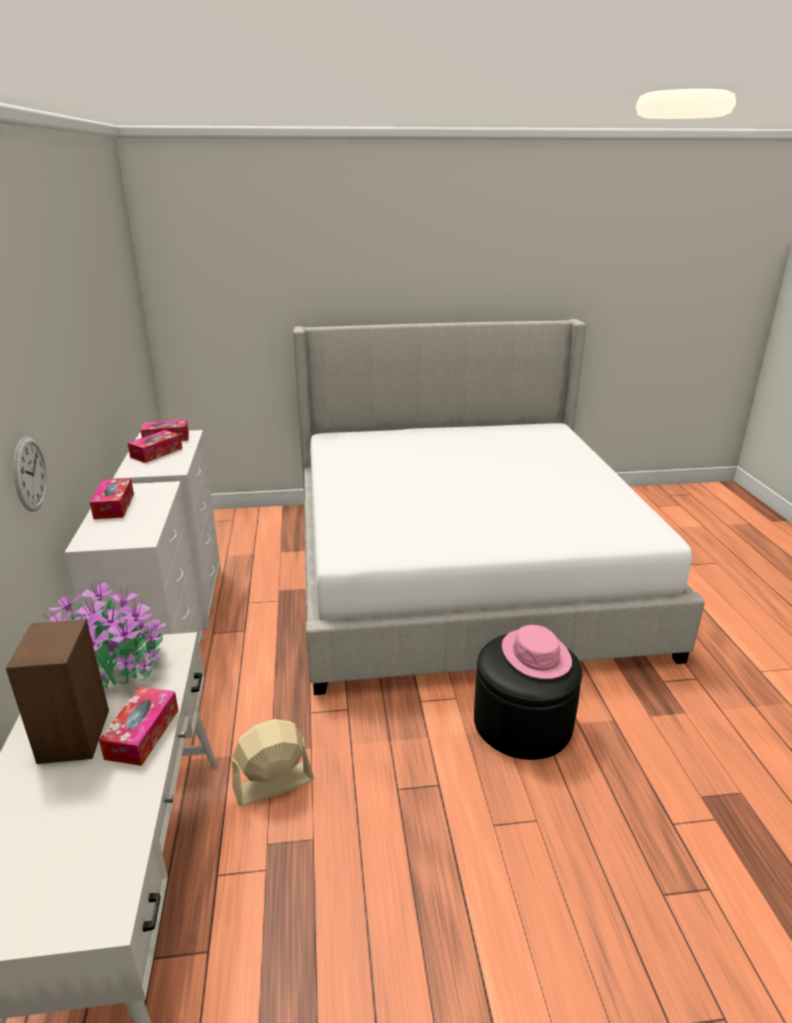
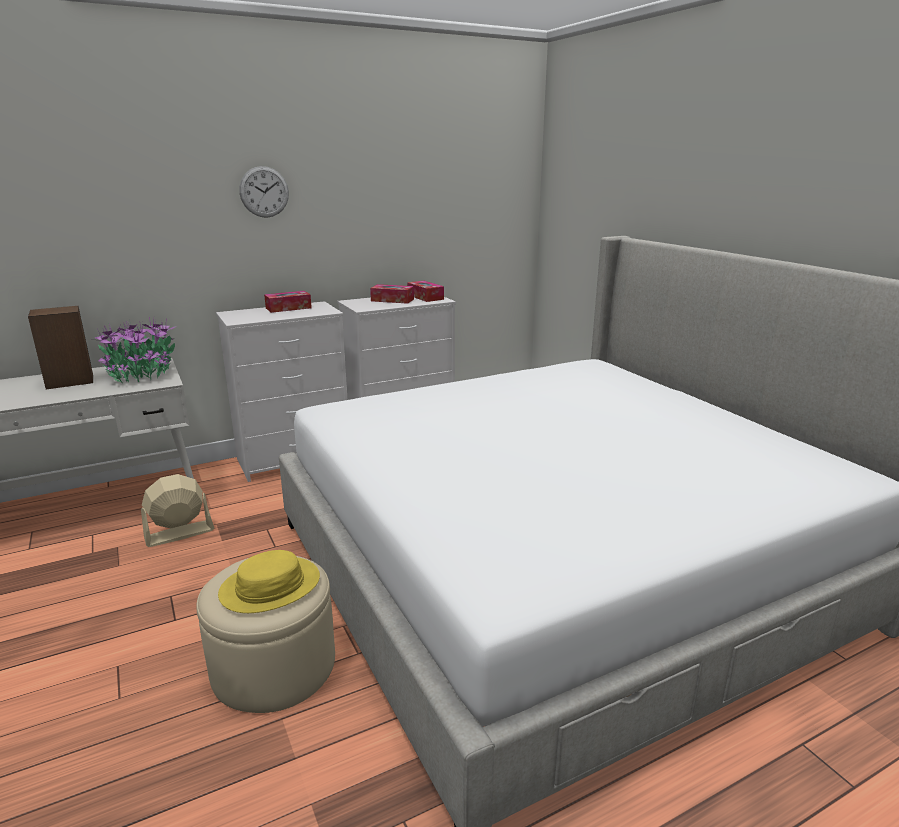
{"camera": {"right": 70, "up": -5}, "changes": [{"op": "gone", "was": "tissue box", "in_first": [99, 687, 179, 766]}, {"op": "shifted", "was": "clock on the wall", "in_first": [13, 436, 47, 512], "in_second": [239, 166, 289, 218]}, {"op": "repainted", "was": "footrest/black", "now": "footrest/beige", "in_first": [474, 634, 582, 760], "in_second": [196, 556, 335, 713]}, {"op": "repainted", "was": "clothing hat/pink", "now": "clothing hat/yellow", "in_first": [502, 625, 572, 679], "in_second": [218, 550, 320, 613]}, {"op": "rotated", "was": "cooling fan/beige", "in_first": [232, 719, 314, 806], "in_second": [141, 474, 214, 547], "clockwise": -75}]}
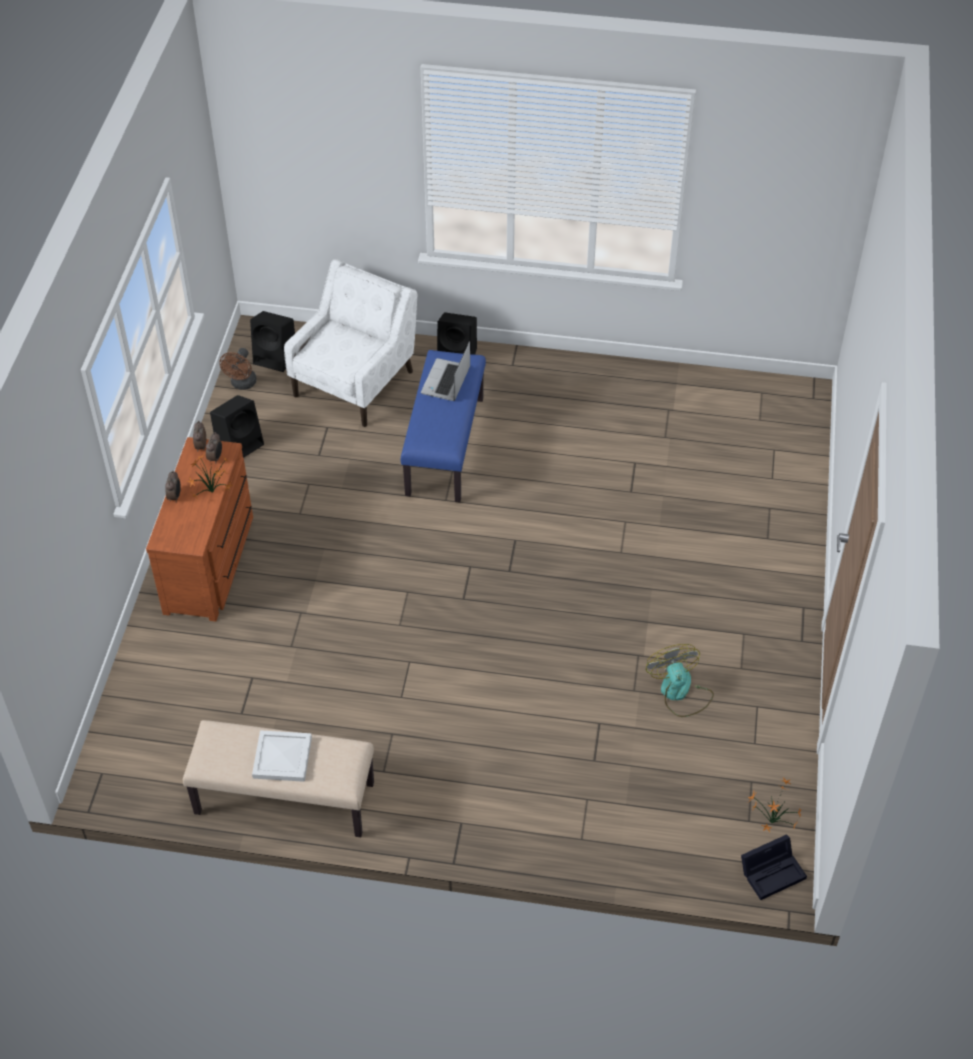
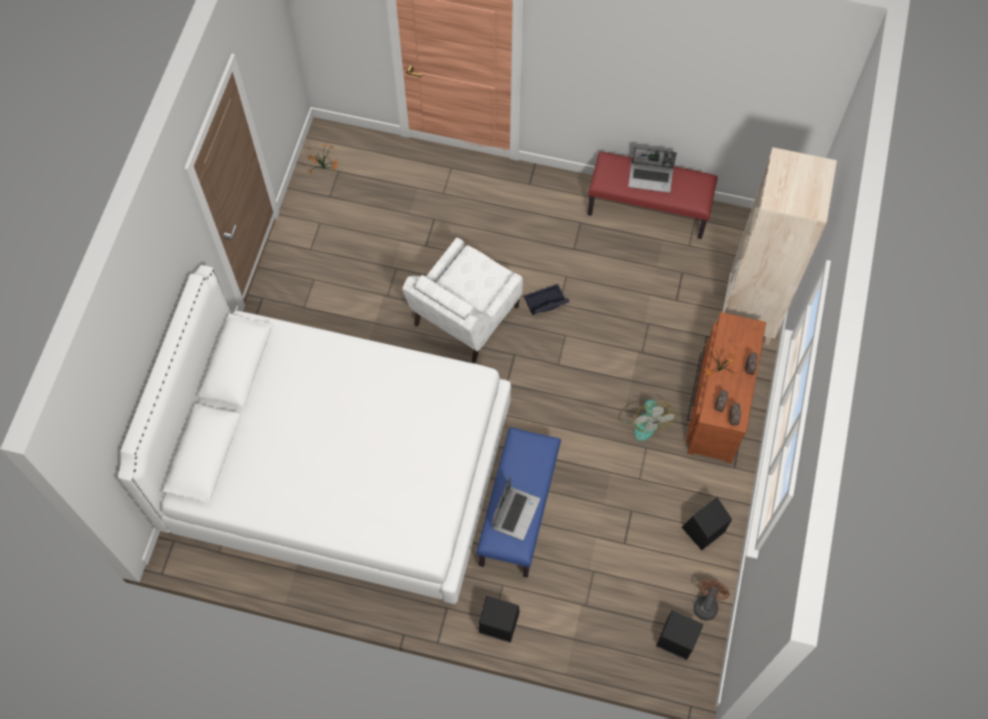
{"camera": {"right": -175, "up": 15}, "changes": [{"op": "new", "now": "sleeping bed/white", "in_second": [118, 265, 511, 604]}, {"op": "new", "now": "bookcase/beige", "in_second": [723, 147, 837, 345]}, {"op": "shifted", "was": "easy chair/white", "in_first": [284, 259, 417, 427], "in_second": [402, 237, 523, 363]}, {"op": "shifted", "was": "cooling fan", "in_first": [646, 644, 714, 717], "in_second": [618, 399, 676, 441]}, {"op": "shifted", "was": "storage box/black", "in_first": [741, 834, 807, 900], "in_second": [524, 284, 569, 315]}, {"op": "swapped", "was": "serving tray/white", "now": "notebook computer", "in_first": [252, 730, 312, 782], "in_second": [628, 147, 677, 193]}, {"op": "repainted", "was": "bench/beige", "now": "bench/red-coloured", "in_first": [183, 720, 374, 837], "in_second": [587, 152, 718, 239]}]}
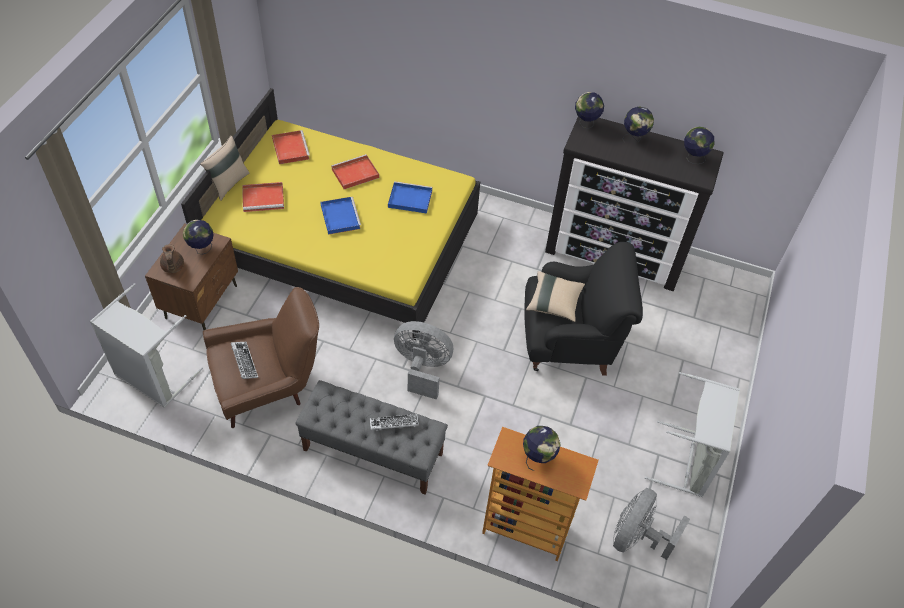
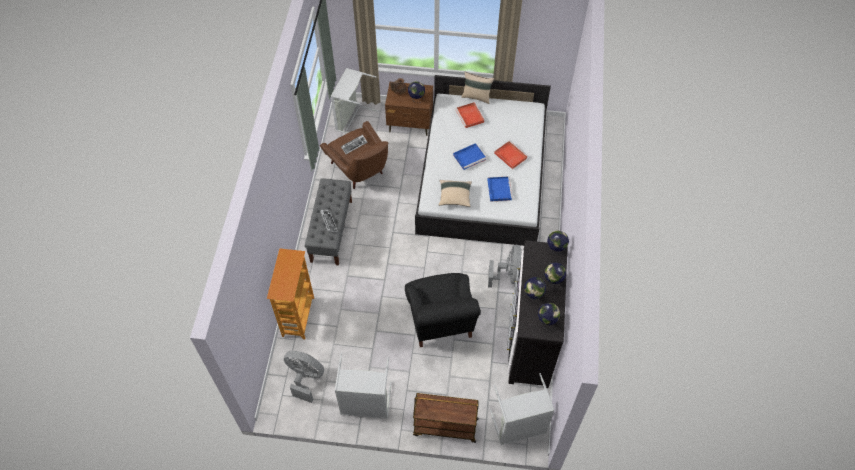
{"camera": {"right": 80, "up": 5}, "changes": [{"op": "gone", "was": "serving tray/red-coloured", "in_first": [272, 130, 310, 164]}, {"op": "new", "now": "wheeled cart/brownish", "in_second": [413, 393, 479, 443]}, {"op": "new", "now": "hamper/greyish", "in_second": [490, 373, 555, 445]}, {"op": "shifted", "was": "cooling fan/greyish", "in_first": [394, 321, 453, 400], "in_second": [488, 245, 522, 288]}, {"op": "shifted", "was": "world globe", "in_first": [523, 426, 561, 471], "in_second": [524, 277, 546, 300]}, {"op": "shifted", "was": "throw pillow/beige", "in_first": [526, 271, 585, 322], "in_second": [439, 180, 472, 207]}, {"op": "repainted", "was": "sleeping bed/yellow", "now": "sleeping bed/white", "in_first": [181, 88, 480, 340], "in_second": [415, 75, 551, 246]}]}
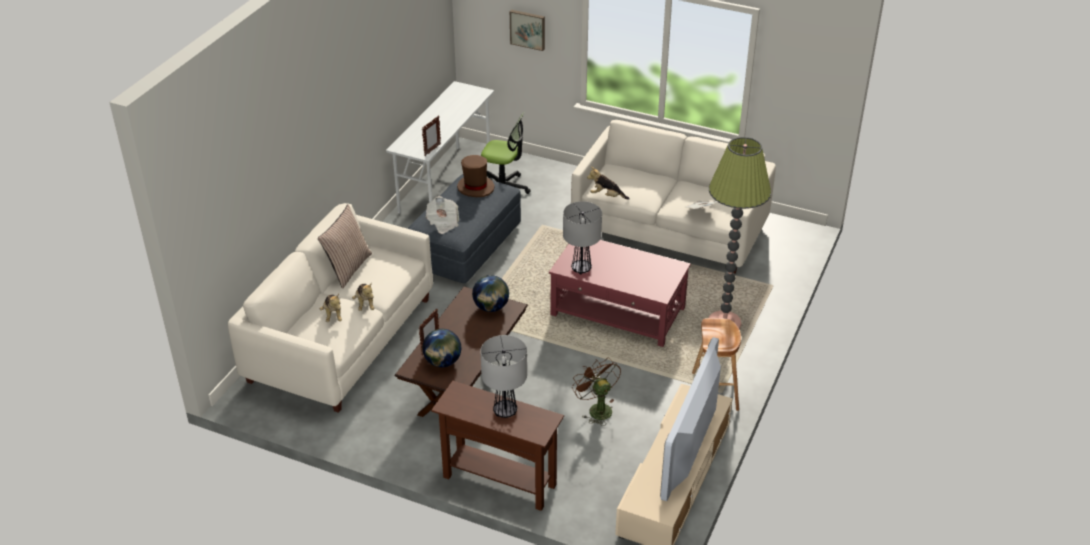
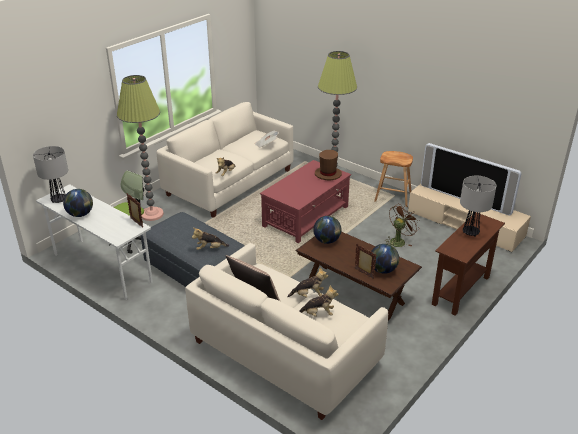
{"camera": {"right": -75, "up": -5}, "changes": [{"op": "gone", "was": "wall art", "in_first": [510, 10, 545, 51]}, {"op": "new", "now": "world globe", "in_second": [63, 189, 93, 217]}, {"op": "new", "now": "standing lamp", "in_second": [117, 75, 164, 221]}, {"op": "shifted", "was": "clothing hat/brownish", "in_first": [457, 155, 495, 197], "in_second": [315, 150, 342, 180]}, {"op": "shifted", "was": "tabletop lamp", "in_first": [563, 201, 602, 274], "in_second": [33, 146, 68, 203]}, {"op": "swapped", "was": "daily paper", "now": "plush toy", "in_first": [426, 196, 459, 234], "in_second": [192, 228, 229, 250]}, {"op": "rotated", "was": "cooling fan/brownish", "in_first": [572, 357, 621, 426], "in_second": [385, 205, 420, 247], "clockwise": 150}]}
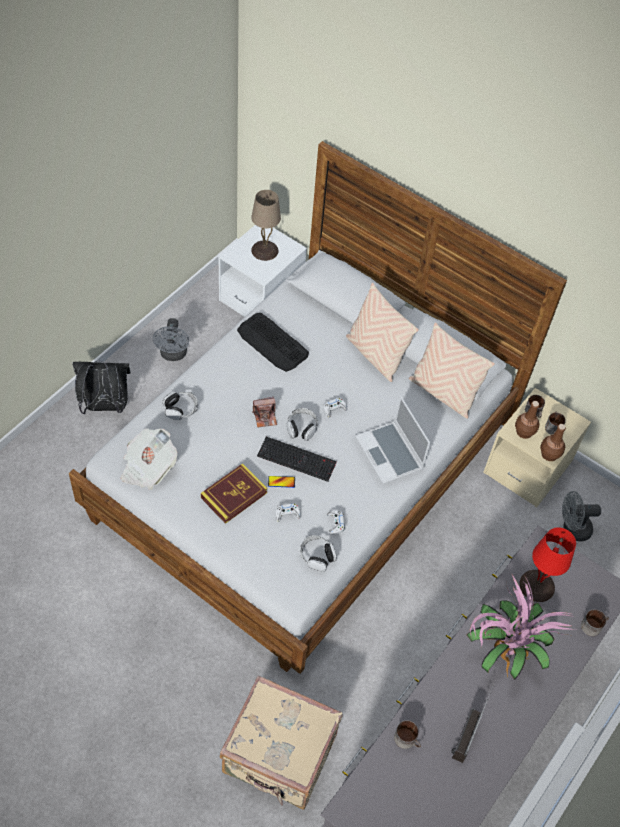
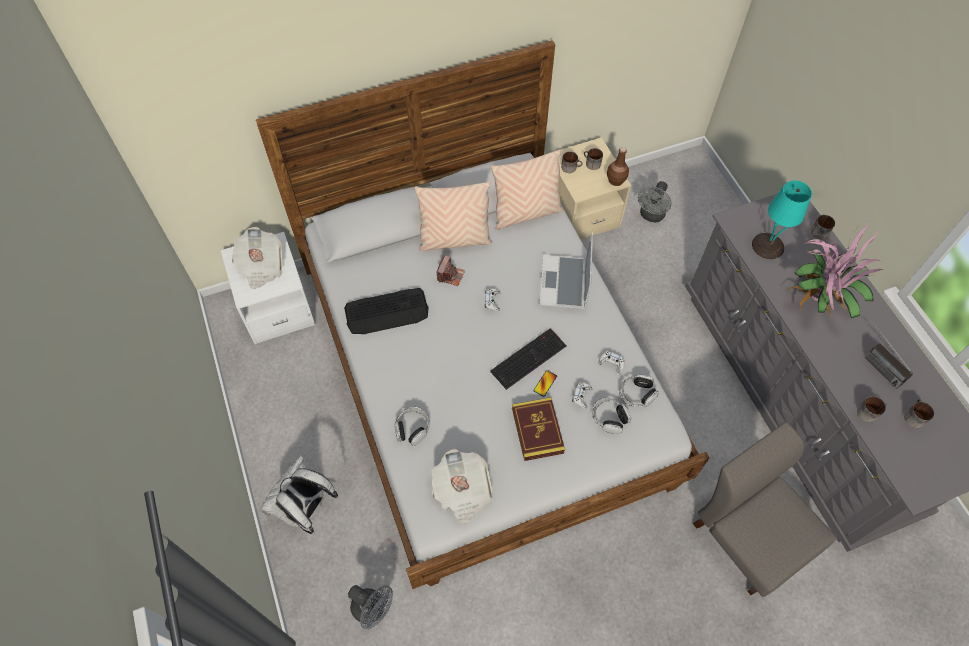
{"camera": {"right": -55, "up": 5}, "changes": [{"op": "gone", "was": "drink bottle/brownish", "in_first": [515, 401, 540, 439]}, {"op": "new", "now": "coffee mug", "in_second": [904, 399, 934, 428]}, {"op": "shifted", "was": "cooling fan/greyish", "in_first": [153, 318, 189, 361], "in_second": [348, 585, 393, 629]}, {"op": "shifted", "was": "still camera", "in_first": [252, 397, 277, 428], "in_second": [437, 255, 465, 286]}, {"op": "shifted", "was": "headphones", "in_first": [287, 408, 318, 441], "in_second": [592, 397, 631, 434]}, {"op": "swapped", "was": "piece of luggage/beige", "now": "chair/greyish", "in_first": [220, 675, 343, 810], "in_second": [693, 422, 837, 597]}, {"op": "swapped", "was": "tabletop lamp/beige", "now": "daily paper", "in_first": [251, 190, 281, 261], "in_second": [232, 227, 283, 289]}, {"op": "repainted", "was": "knapsack/black", "now": "knapsack/white", "in_first": [72, 360, 131, 414], "in_second": [261, 456, 338, 534]}, {"op": "repainted", "was": "tabletop lamp/red-coloured", "now": "tabletop lamp/turquoise", "in_first": [520, 527, 576, 602], "in_second": [752, 180, 812, 259]}, {"op": "rotated", "was": "notebook computer", "in_first": [355, 396, 430, 484], "in_second": [539, 232, 593, 310], "clockwise": 90}]}
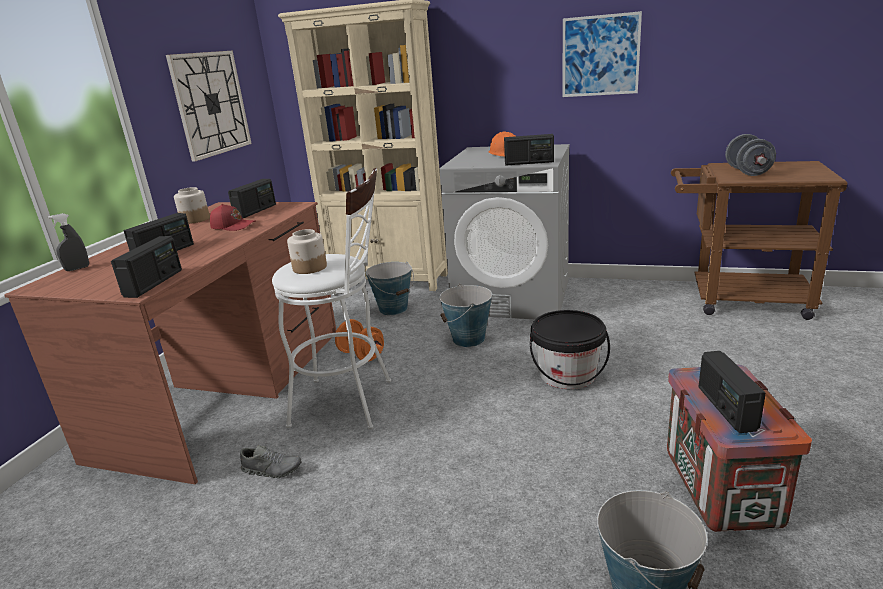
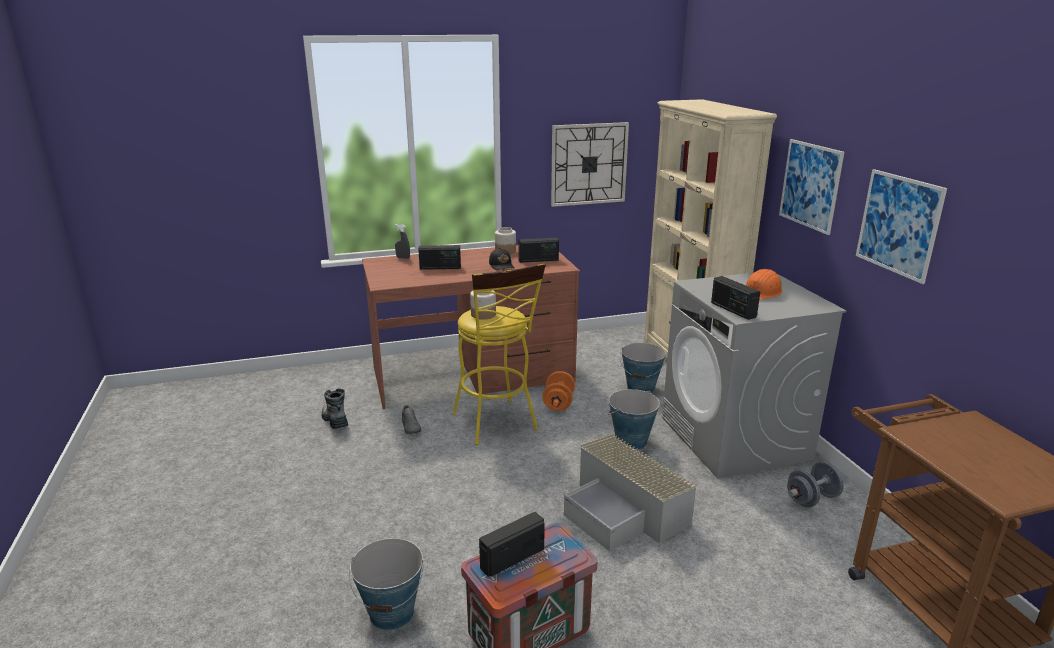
{"camera": {"right": 55, "up": 0}, "changes": [{"op": "gone", "was": "radio receiver", "in_first": [111, 236, 182, 298]}, {"op": "new", "now": "boot", "in_second": [322, 388, 348, 429]}, {"op": "new", "now": "wall art", "in_second": [779, 139, 844, 235]}, {"op": "shifted", "was": "dumbbell/greyish", "in_first": [725, 134, 776, 176], "in_second": [787, 461, 844, 508]}, {"op": "swapped", "was": "pail/black", "now": "storage box/greyish", "in_first": [530, 310, 610, 389], "in_second": [564, 434, 697, 552]}, {"op": "repainted", "was": "baseball cap/red-coloured", "now": "baseball cap/black", "in_first": [210, 204, 255, 231], "in_second": [489, 248, 514, 270]}, {"op": "repainted", "was": "sitting stool/white", "now": "sitting stool/yellow", "in_first": [272, 168, 391, 429], "in_second": [452, 263, 546, 445]}]}
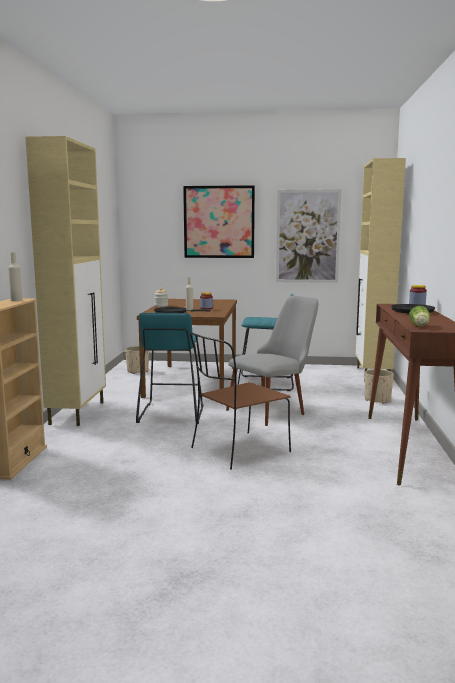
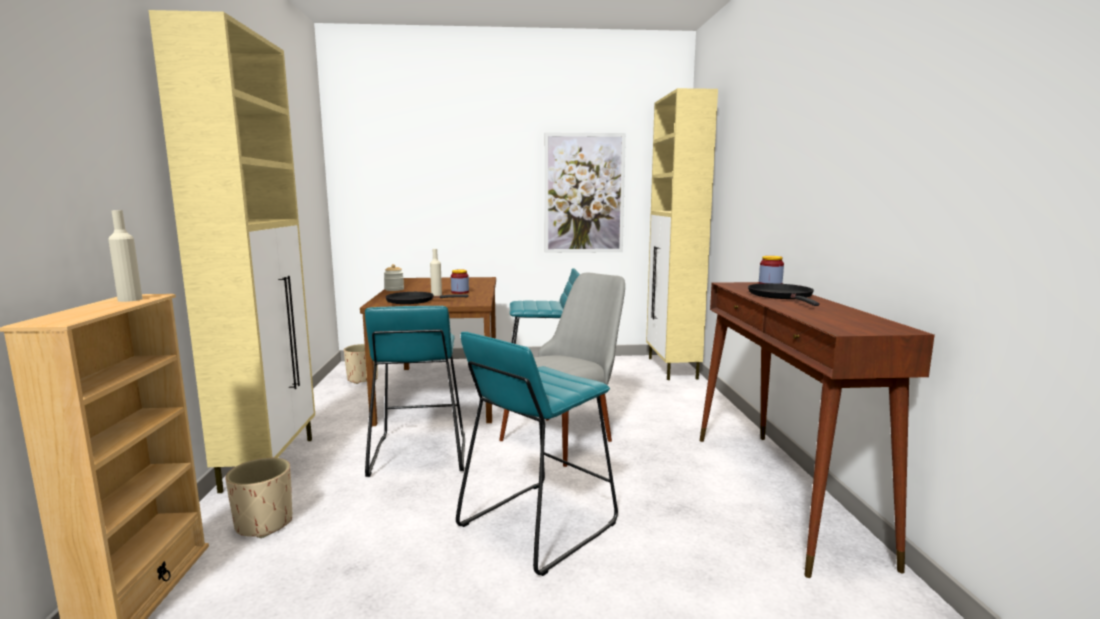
{"camera": {"right": -10, "up": 0}, "changes": [{"op": "gone", "was": "wall art", "in_first": [183, 185, 255, 258]}, {"op": "gone", "was": "head of lettuce", "in_first": [409, 306, 430, 326]}, {"op": "shifted", "was": "planter/beige", "in_first": [365, 369, 394, 404], "in_second": [225, 458, 292, 538]}, {"op": "swapped", "was": "chair/brownish", "now": "sitting stool/turquoise", "in_first": [190, 332, 291, 470], "in_second": [456, 332, 618, 576]}]}
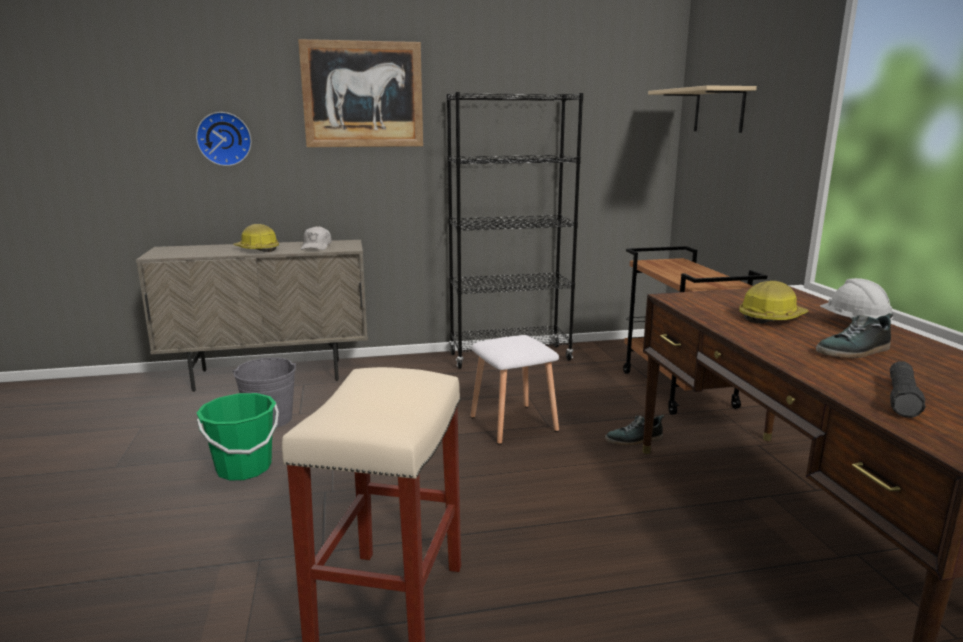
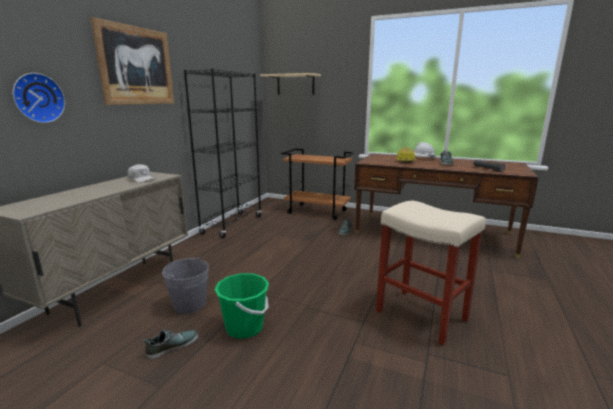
{"camera": {"right": -55, "up": 0}, "changes": [{"op": "gone", "was": "work helmet", "in_first": [233, 224, 279, 252]}, {"op": "gone", "was": "sitting stool/white", "in_first": [470, 335, 559, 445]}, {"op": "new", "now": "shoe", "in_second": [143, 330, 198, 359]}]}
